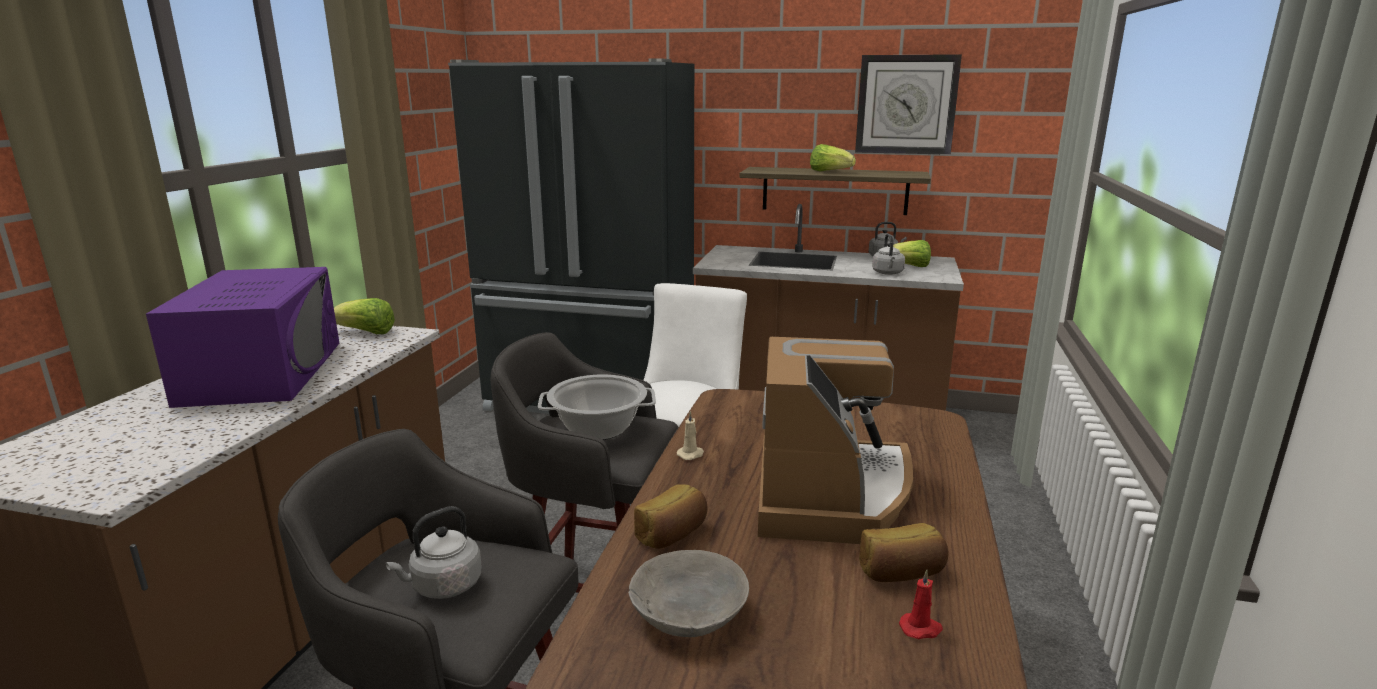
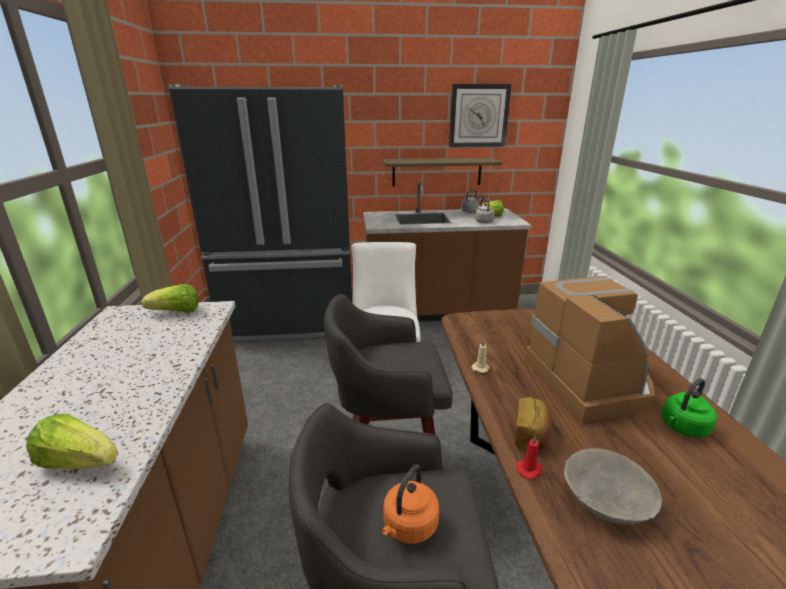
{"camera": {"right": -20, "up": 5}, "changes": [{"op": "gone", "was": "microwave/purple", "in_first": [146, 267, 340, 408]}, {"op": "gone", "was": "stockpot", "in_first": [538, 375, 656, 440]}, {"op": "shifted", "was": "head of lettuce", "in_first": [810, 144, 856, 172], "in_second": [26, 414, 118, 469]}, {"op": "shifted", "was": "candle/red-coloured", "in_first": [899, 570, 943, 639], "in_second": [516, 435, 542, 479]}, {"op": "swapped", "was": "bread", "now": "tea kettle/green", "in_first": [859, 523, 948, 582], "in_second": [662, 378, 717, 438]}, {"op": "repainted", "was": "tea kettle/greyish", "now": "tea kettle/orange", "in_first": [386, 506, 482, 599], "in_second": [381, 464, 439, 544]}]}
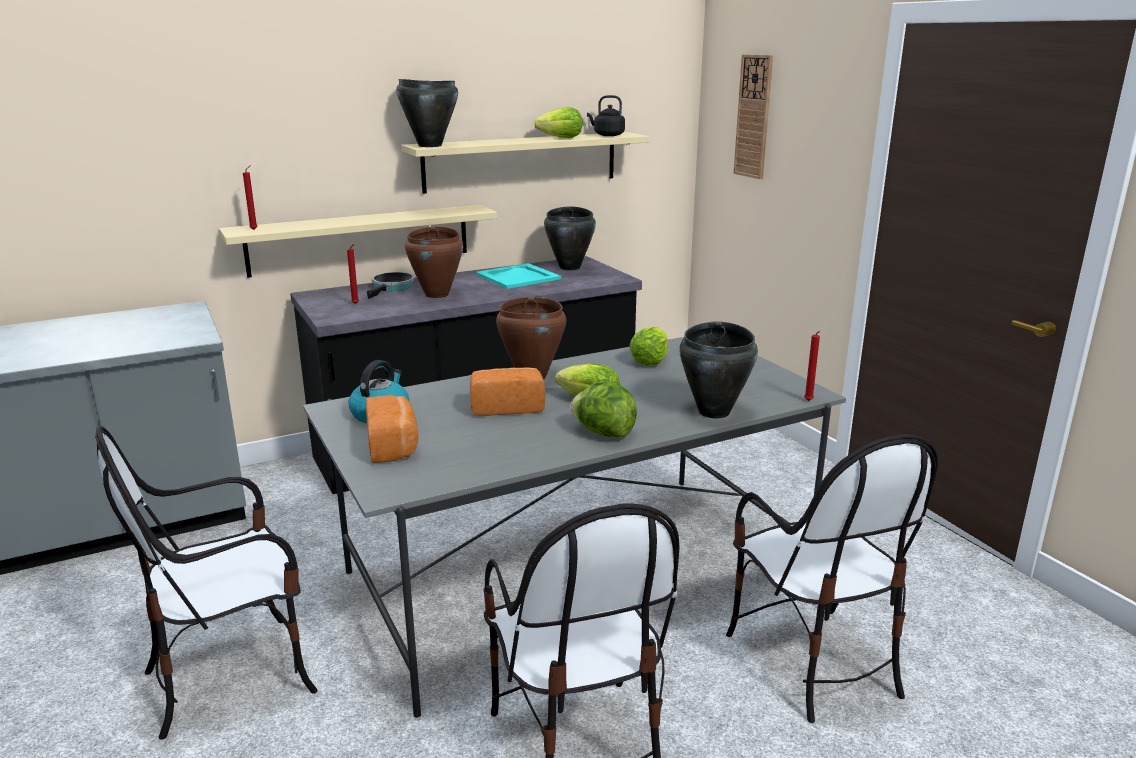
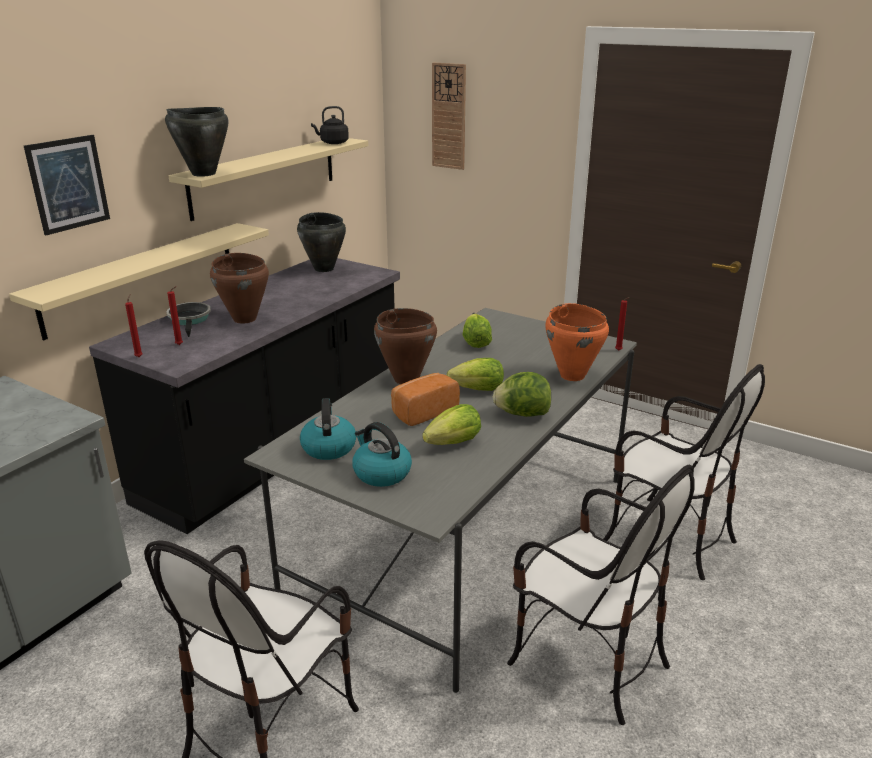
{"camera": {"right": -30, "up": 5}, "changes": [{"op": "gone", "was": "serving tray/turquoise", "in_first": [476, 263, 561, 289]}, {"op": "new", "now": "wall art", "in_second": [24, 135, 110, 236]}, {"op": "shifted", "was": "candle/red-coloured", "in_first": [243, 165, 258, 230], "in_second": [125, 295, 143, 357]}, {"op": "shifted", "was": "head of lettuce", "in_first": [534, 107, 582, 138], "in_second": [422, 404, 481, 445]}, {"op": "swapped", "was": "bread", "now": "tea kettle", "in_first": [366, 395, 418, 463], "in_second": [352, 422, 412, 487]}, {"op": "repainted", "was": "stockpot/black", "now": "stockpot/orange", "in_first": [679, 321, 758, 418], "in_second": [545, 303, 609, 381]}]}
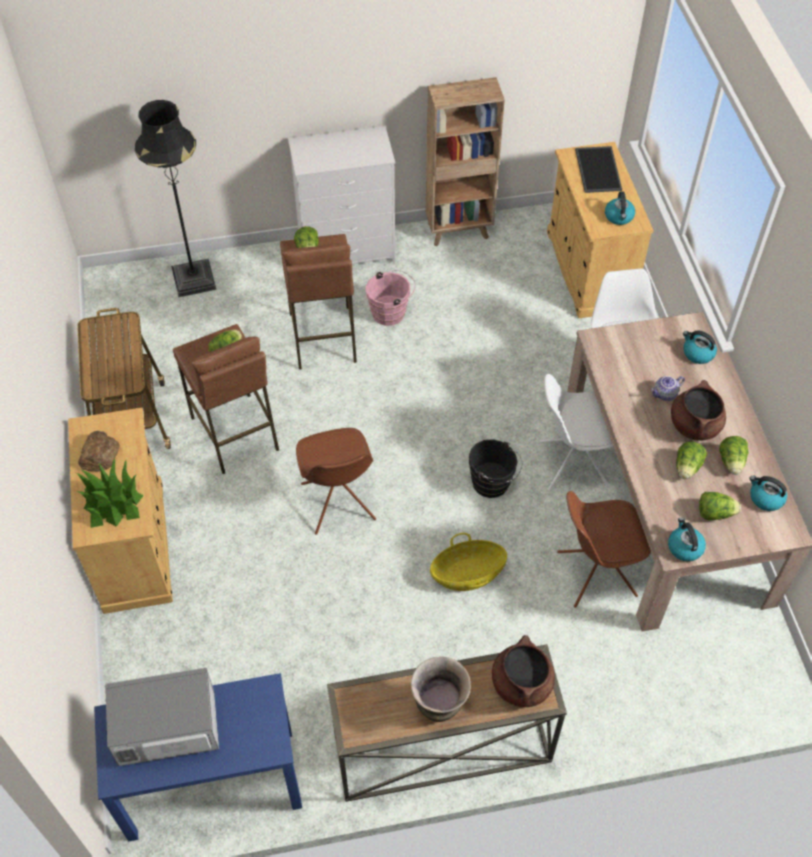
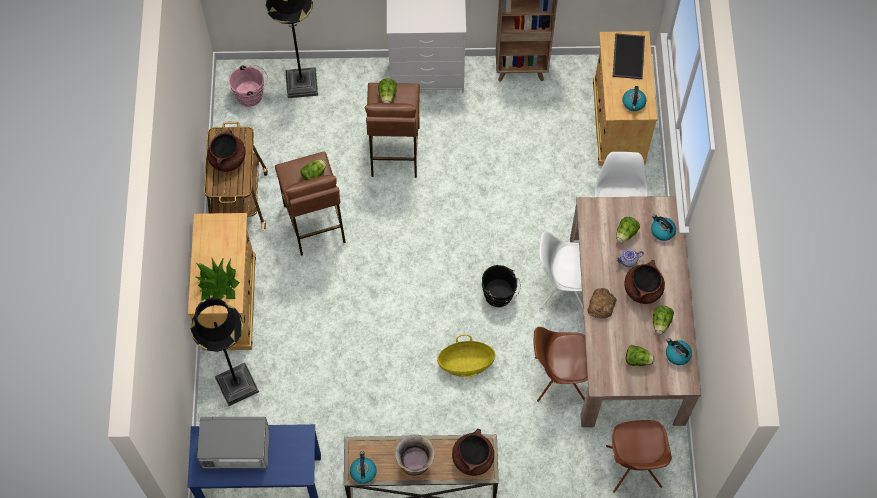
{"camera": {"right": 10, "up": 10}, "changes": [{"op": "new", "now": "standing lamp/black", "in_second": [190, 298, 259, 406]}, {"op": "new", "now": "stockpot/brownish", "in_second": [207, 129, 246, 172]}, {"op": "shifted", "was": "bread", "in_first": [78, 431, 120, 471], "in_second": [587, 288, 617, 319]}, {"op": "shifted", "was": "chair/brownish", "in_first": [296, 428, 376, 535], "in_second": [606, 420, 672, 493]}, {"op": "shifted", "was": "pail/pink", "in_first": [366, 270, 416, 326], "in_second": [229, 65, 268, 107]}, {"op": "shifted", "was": "tea kettle", "in_first": [668, 517, 706, 561], "in_second": [350, 451, 377, 484]}, {"op": "shifted", "was": "head of lettuce", "in_first": [676, 442, 707, 479], "in_second": [616, 217, 640, 243]}]}
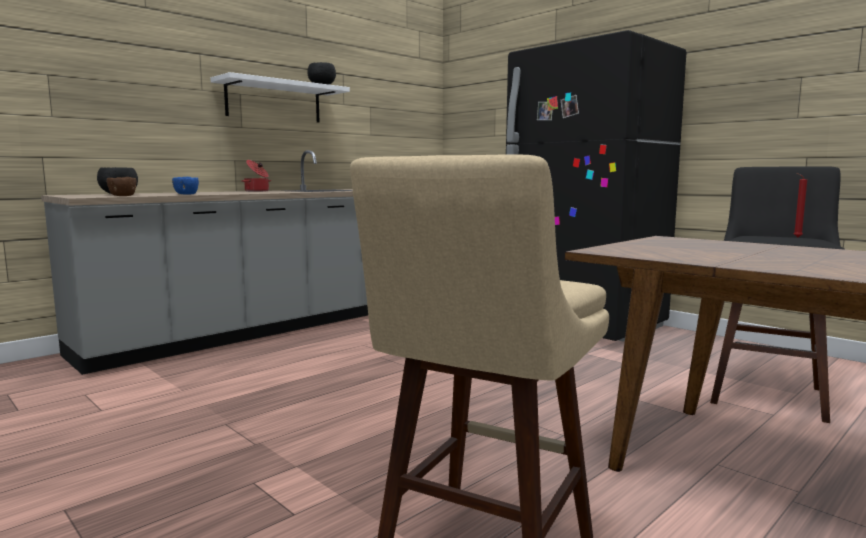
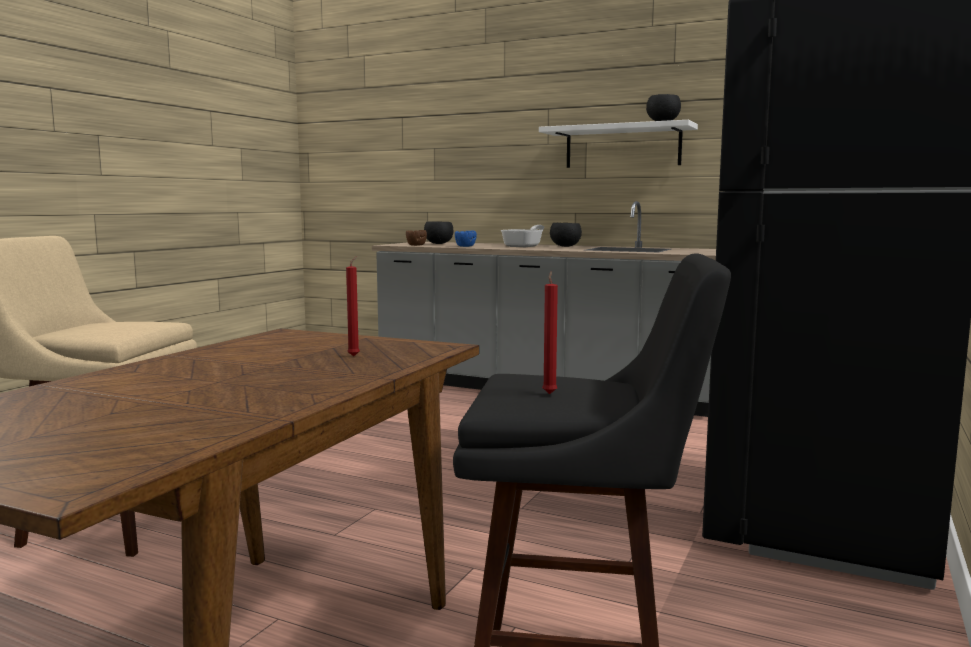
{"camera": {"right": 70, "up": 0}, "changes": [{"op": "new", "now": "candle/red-coloured", "in_second": [346, 256, 360, 356]}, {"op": "new", "now": "skillet", "in_second": [501, 225, 544, 247]}, {"op": "swapped", "was": "stockpot", "now": "serving bowl/black", "in_first": [242, 160, 271, 192], "in_second": [550, 223, 582, 247]}]}
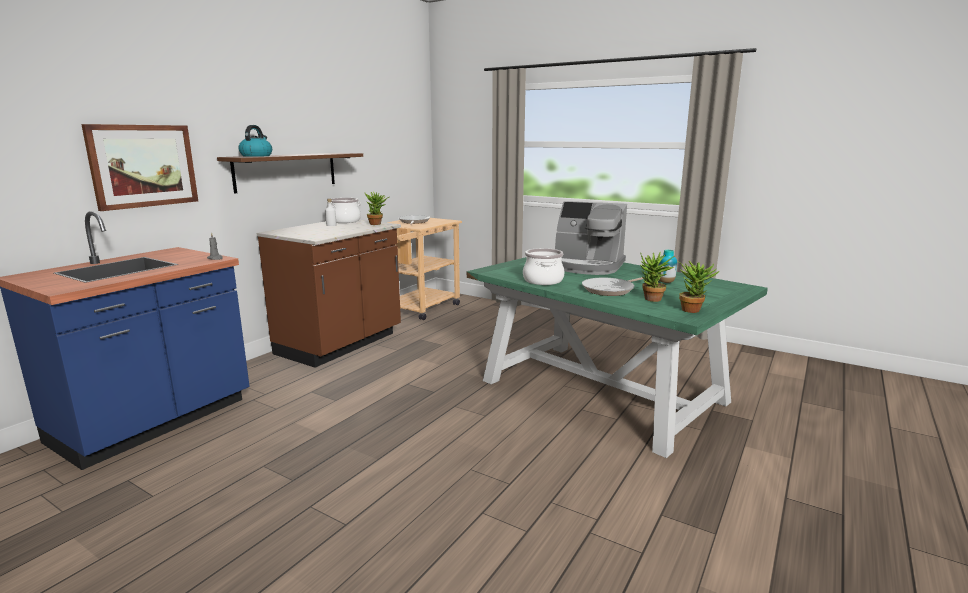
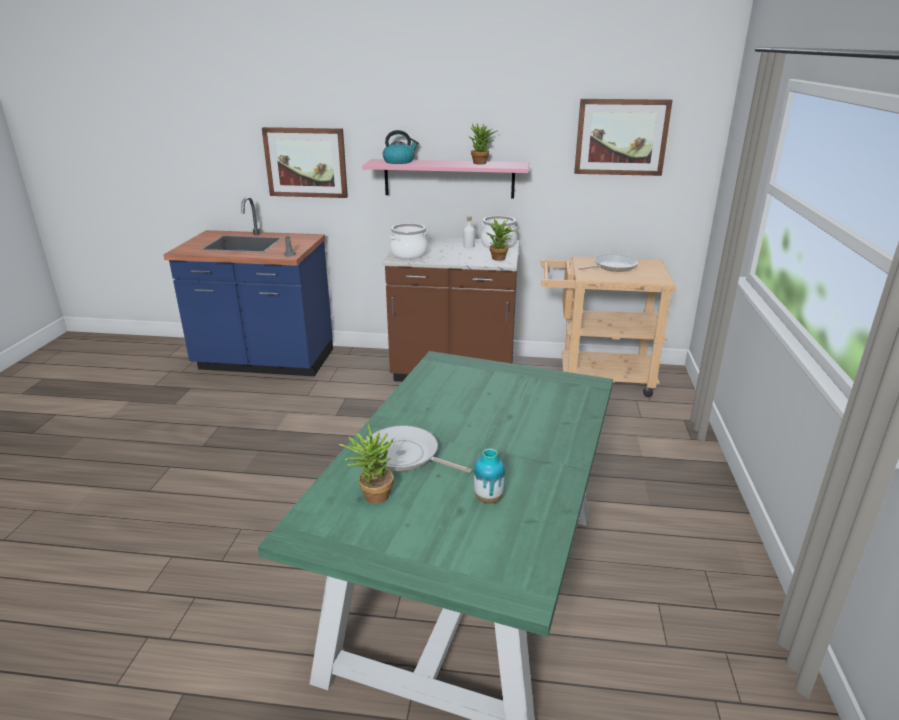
{"camera": {"right": 65, "up": 10}, "changes": [{"op": "gone", "was": "coffee maker", "in_first": [555, 201, 627, 275]}, {"op": "new", "now": "wall art", "in_second": [574, 99, 673, 176]}, {"op": "shifted", "was": "stockpot", "in_first": [523, 248, 565, 285], "in_second": [389, 223, 428, 259]}, {"op": "shifted", "was": "houseplant", "in_first": [678, 261, 719, 313], "in_second": [469, 124, 497, 164]}, {"op": "repainted", "was": "wall shelf/brownish", "now": "wall shelf/pink", "in_first": [217, 153, 363, 193], "in_second": [362, 159, 529, 198]}]}
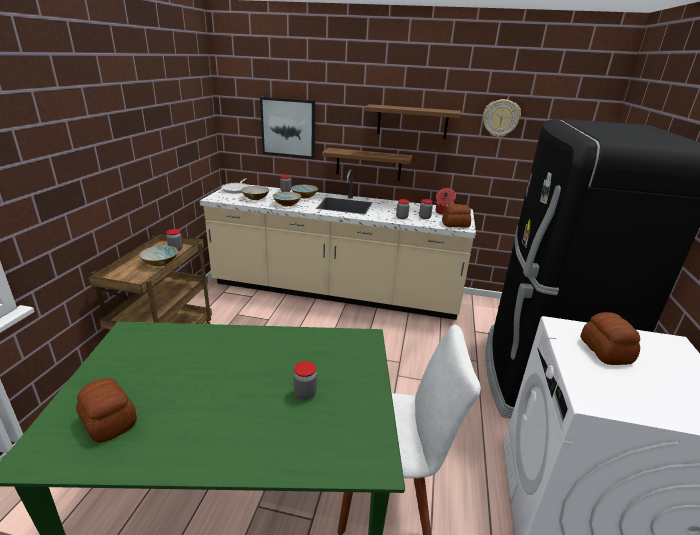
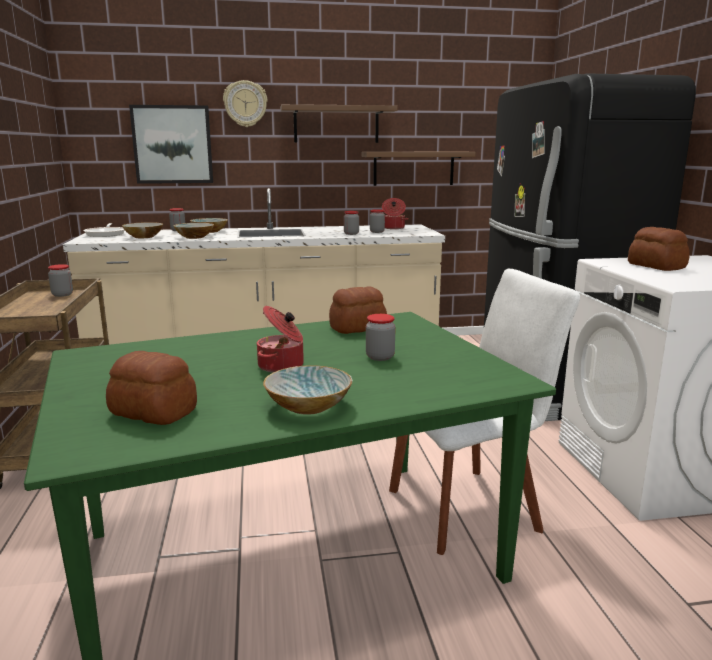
{"camera": {"right": -20, "up": -10}, "changes": [{"op": "new", "now": "stockpot", "in_second": [256, 306, 304, 373]}, {"op": "shifted", "was": "serving bowl", "in_first": [139, 246, 178, 266], "in_second": [263, 365, 352, 415]}, {"op": "shifted", "was": "wall shelf/brownish", "in_first": [322, 148, 412, 181], "in_second": [362, 152, 476, 186]}, {"op": "shifted", "was": "bread", "in_first": [442, 204, 471, 228], "in_second": [329, 286, 387, 334]}, {"op": "shifted", "was": "clock on the wall", "in_first": [483, 99, 521, 137], "in_second": [223, 80, 267, 127]}]}
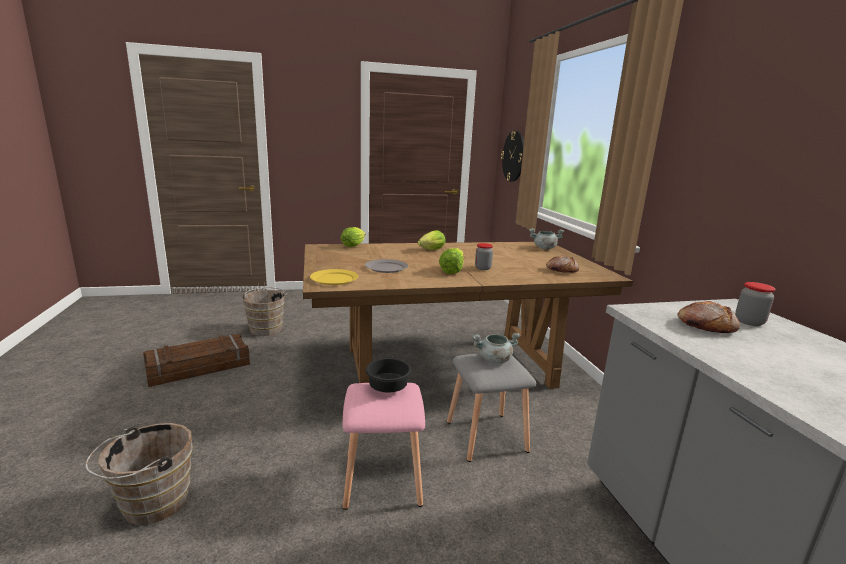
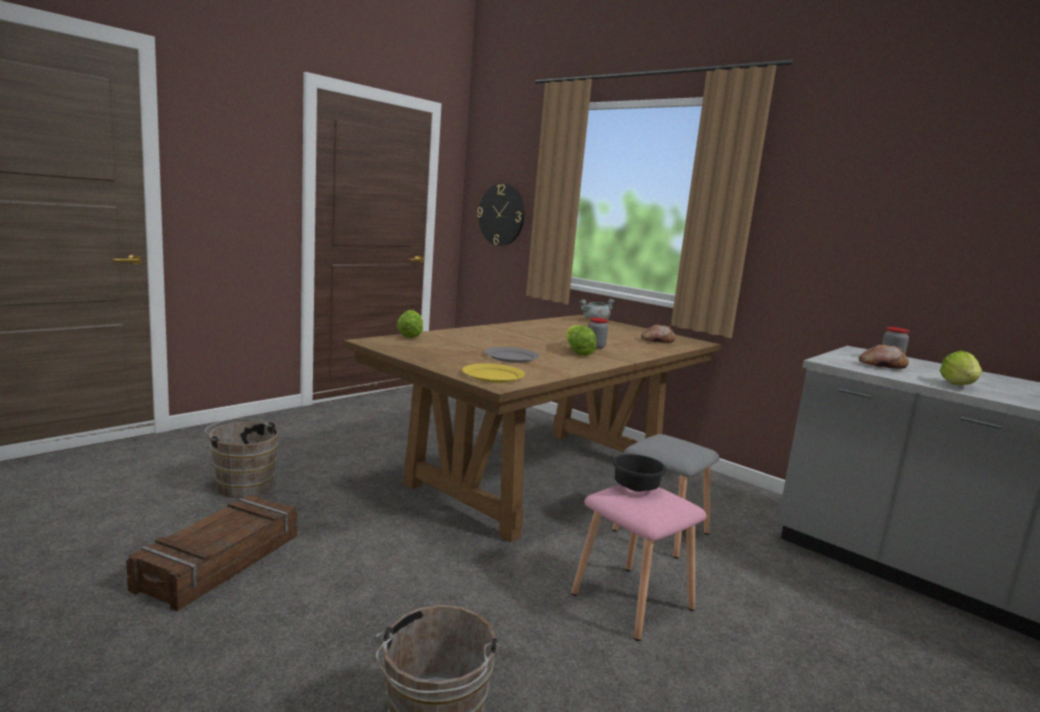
{"camera": {"right": -35, "up": -5}, "changes": [{"op": "gone", "was": "stockpot/greyish", "in_first": [472, 333, 521, 364]}, {"op": "shifted", "was": "head of lettuce", "in_first": [418, 230, 446, 250], "in_second": [940, 351, 982, 385]}]}
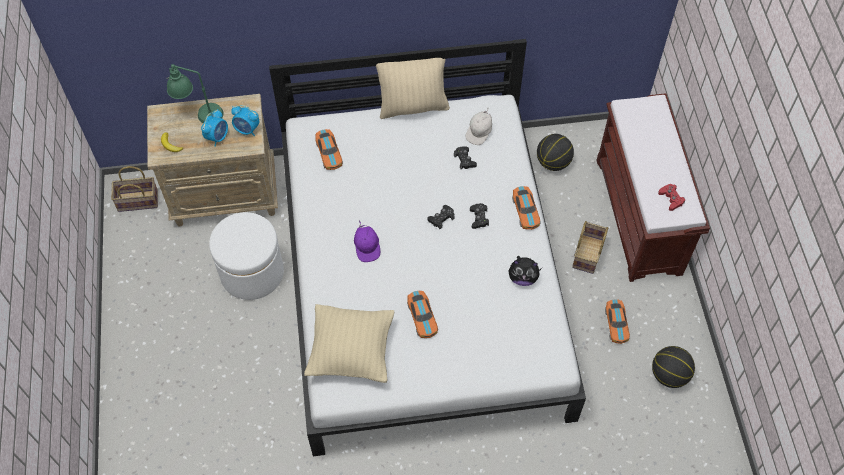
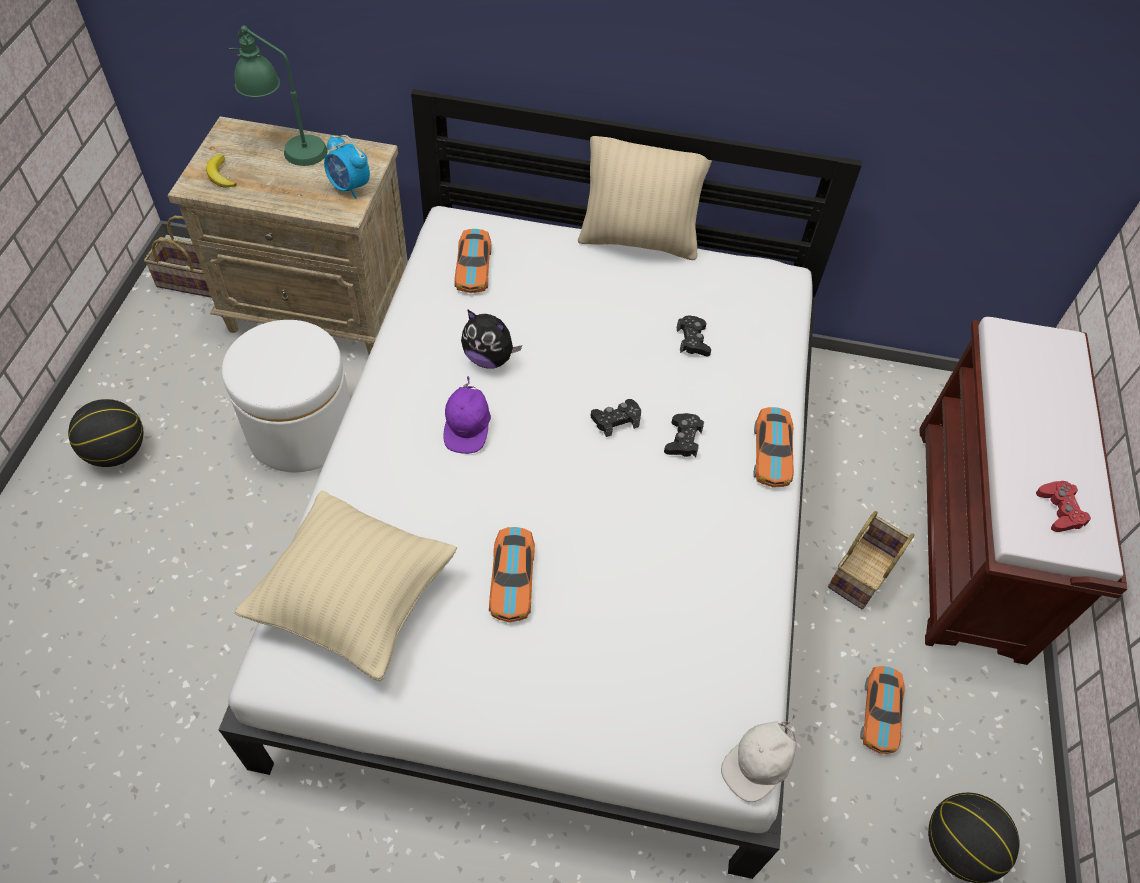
{"camera": {"right": 15, "up": -5}, "changes": [{"op": "gone", "was": "bedside clock", "in_first": [201, 109, 228, 147]}, {"op": "shifted", "was": "baseball cap/white", "in_first": [466, 108, 492, 145], "in_second": [721, 714, 796, 802]}, {"op": "shifted", "was": "plush toy", "in_first": [509, 256, 542, 286], "in_second": [461, 309, 522, 368]}, {"op": "shifted", "was": "ball for basketball", "in_first": [537, 134, 574, 171], "in_second": [68, 399, 143, 467]}]}
